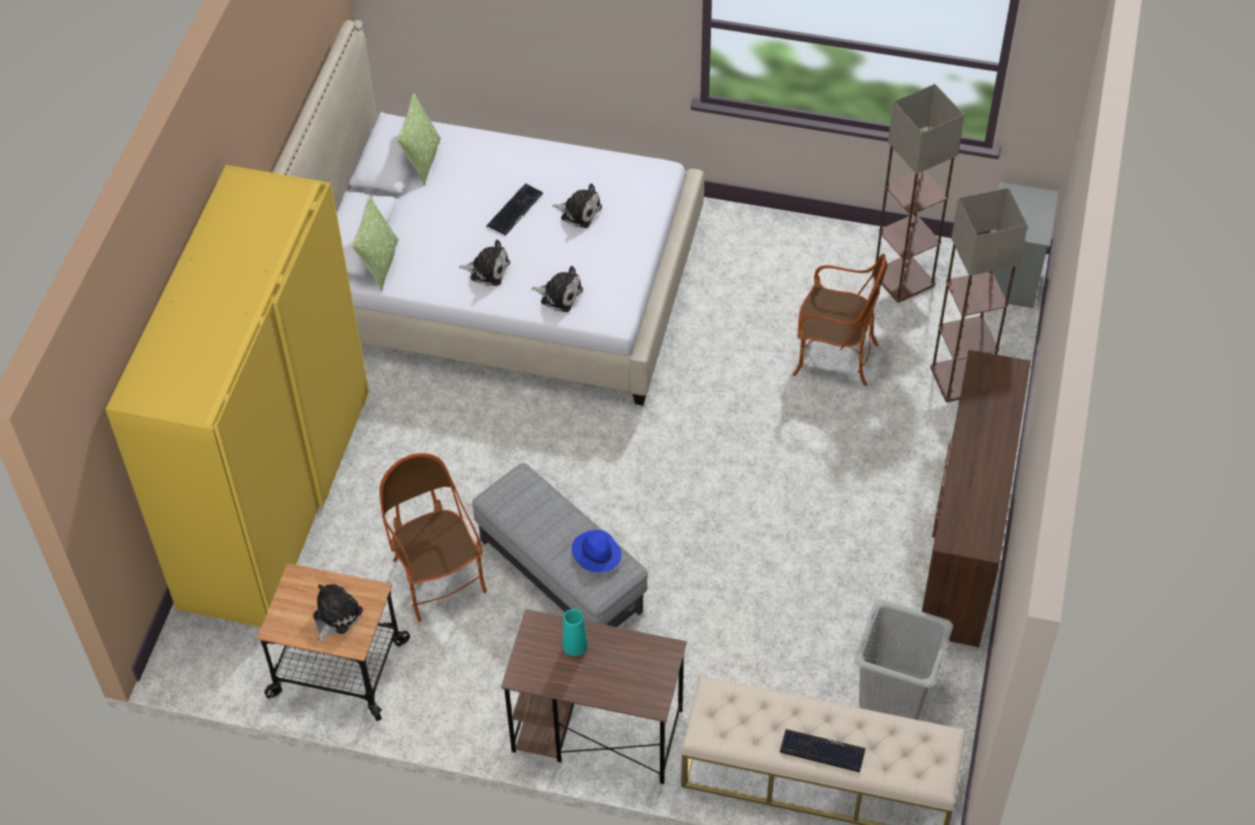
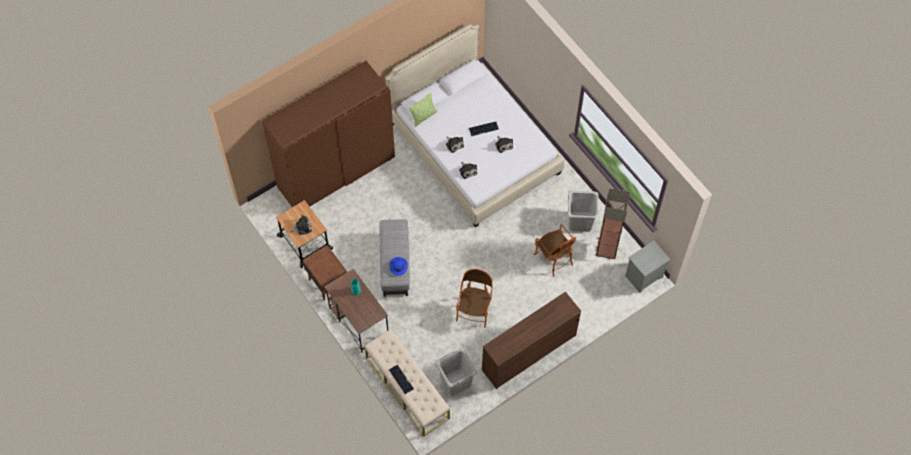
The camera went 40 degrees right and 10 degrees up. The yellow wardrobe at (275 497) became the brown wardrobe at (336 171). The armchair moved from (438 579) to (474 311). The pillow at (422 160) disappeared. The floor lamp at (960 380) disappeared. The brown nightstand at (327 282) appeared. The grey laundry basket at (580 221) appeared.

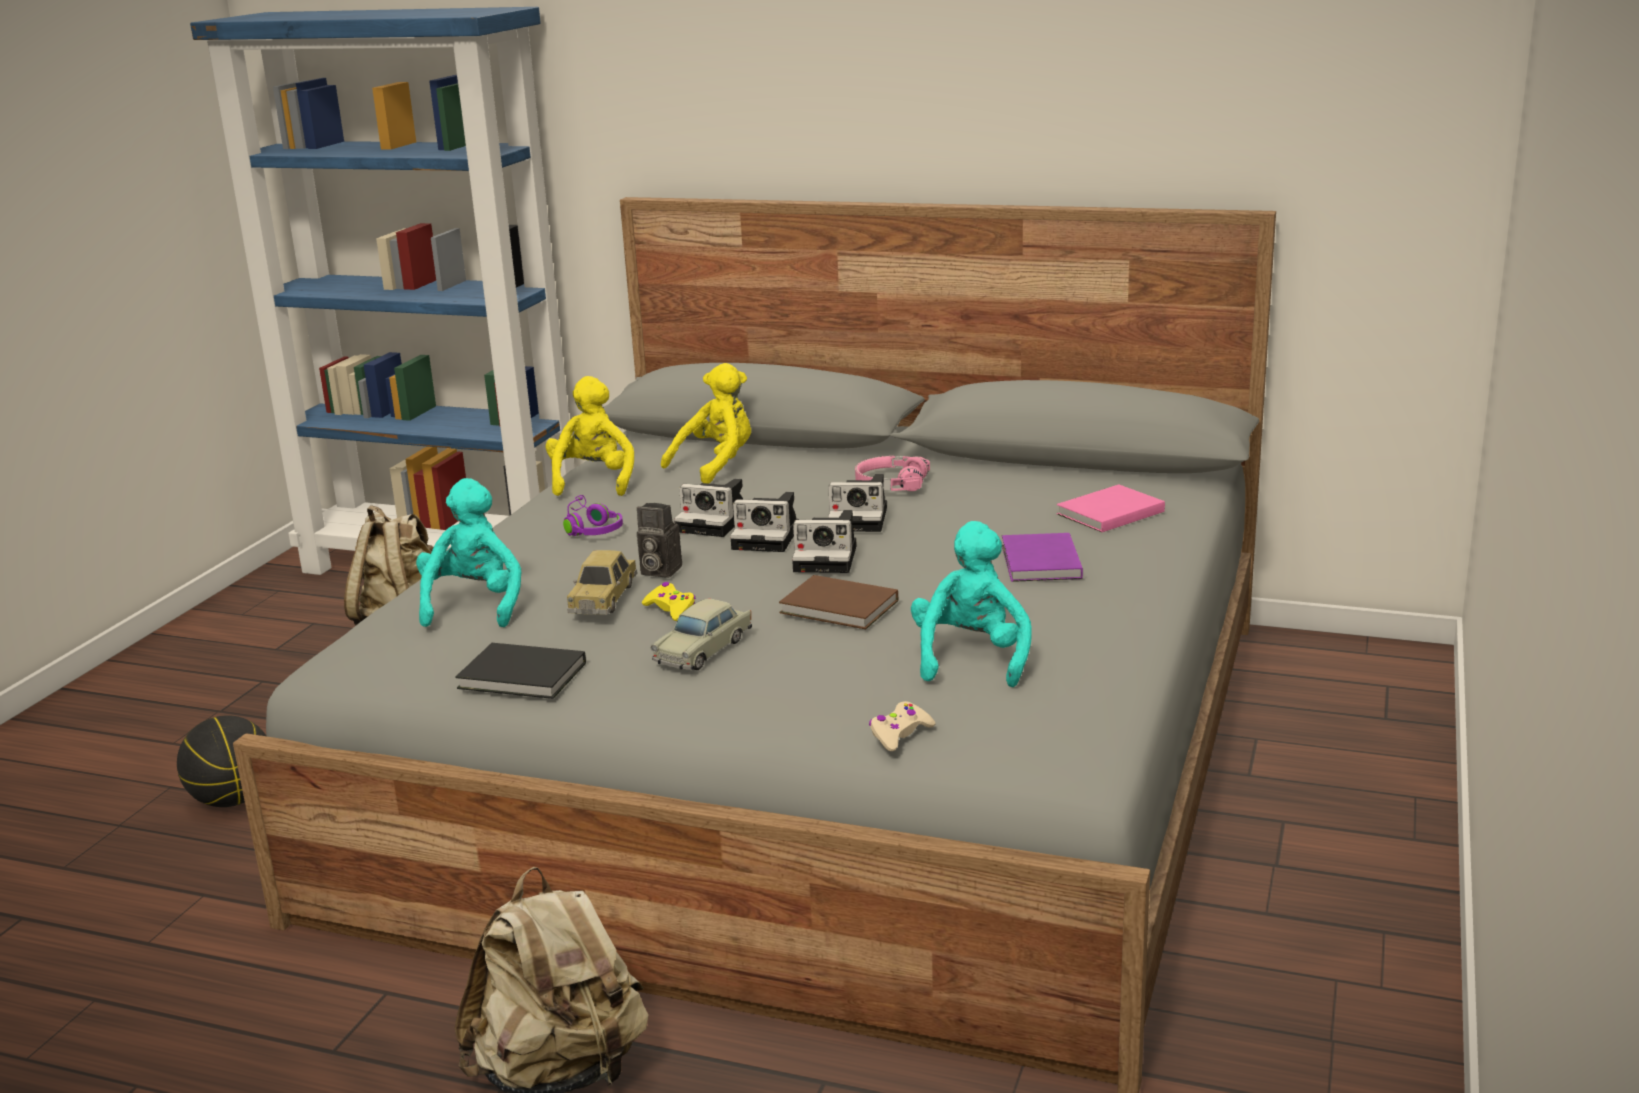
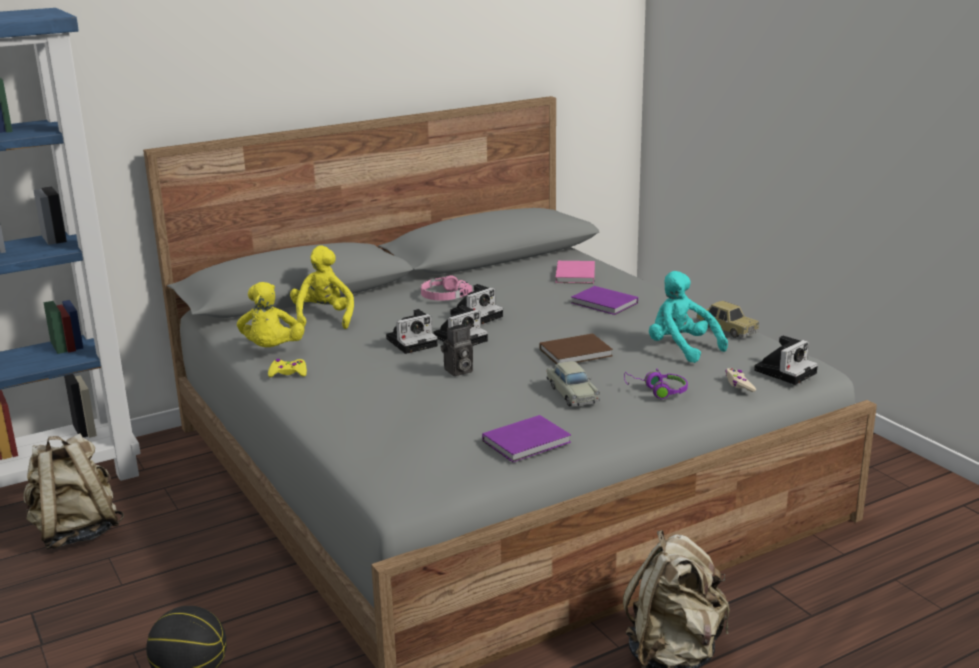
The camera went 50 degrees left and 0 degrees up. The turquoise plush toy at (474 605) disappeared. The black book at (524 677) became the purple book at (529 441). The yellow plush toy at (593 481) turned 135 degrees counterclockwise. The purple headphones moved from (591 529) to (657 391). The toy car moved from (603 598) to (726 329). The yellow game controller moved from (671 609) to (288 373). The photo camera moved from (828 558) to (785 371).

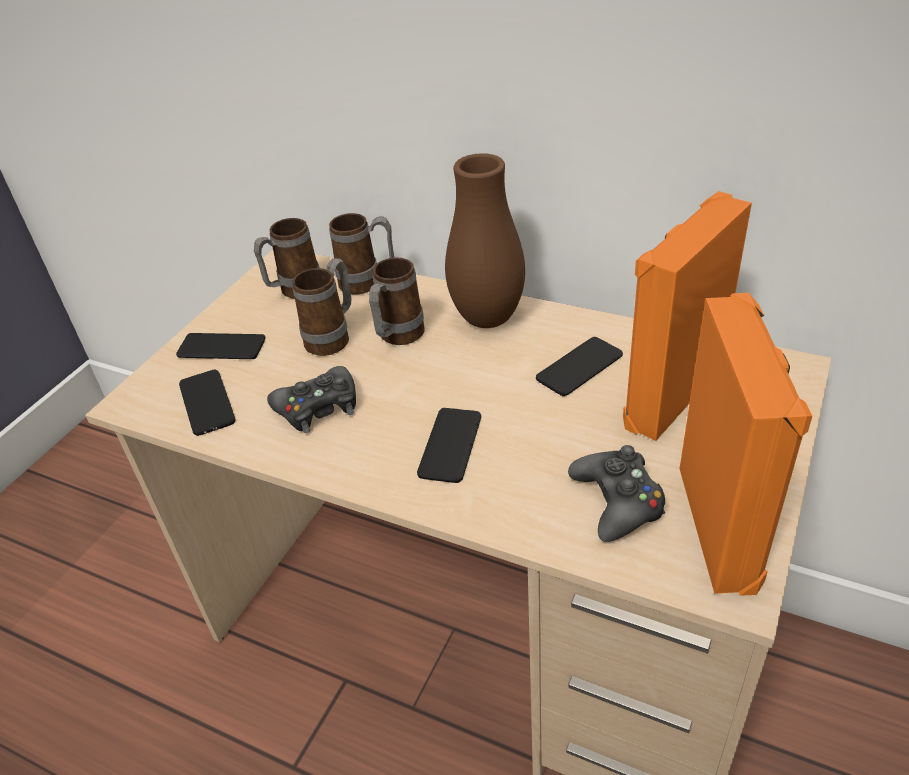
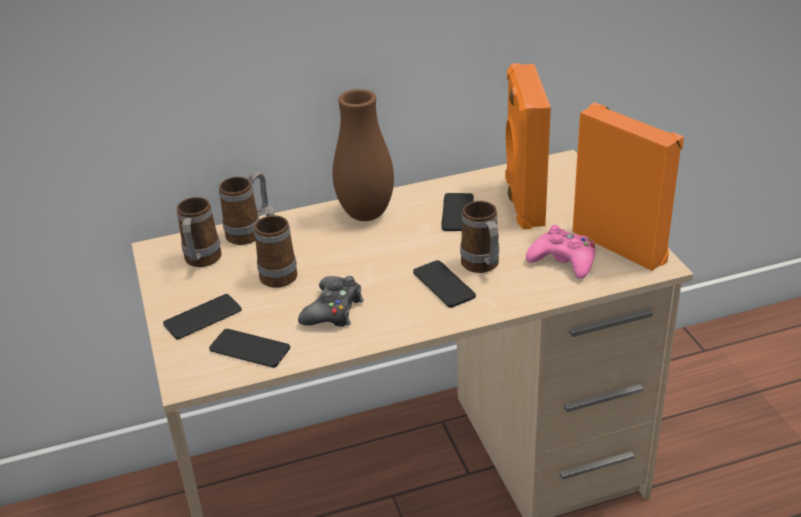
The camera went 45 degrees left and 5 degrees down. The mug moved from (397 338) to (482 267). The black game controller at (617 501) became the pink game controller at (563 261).

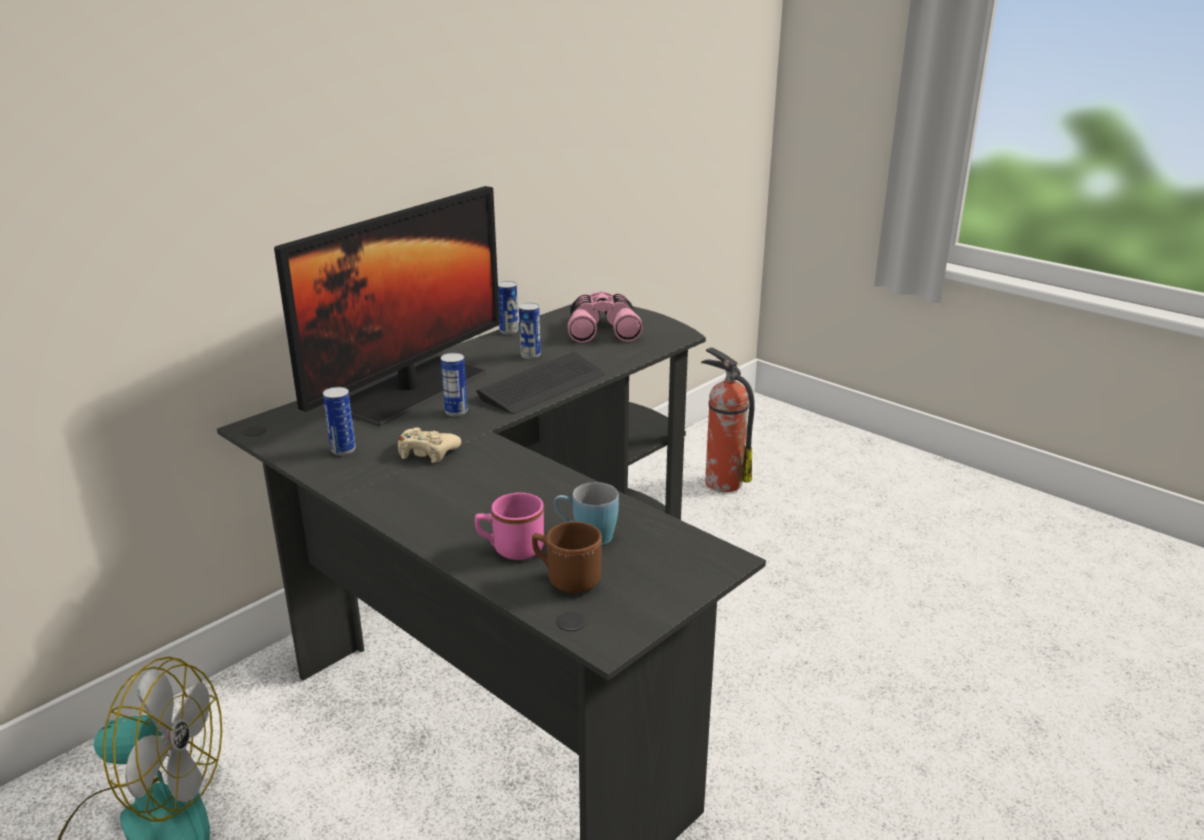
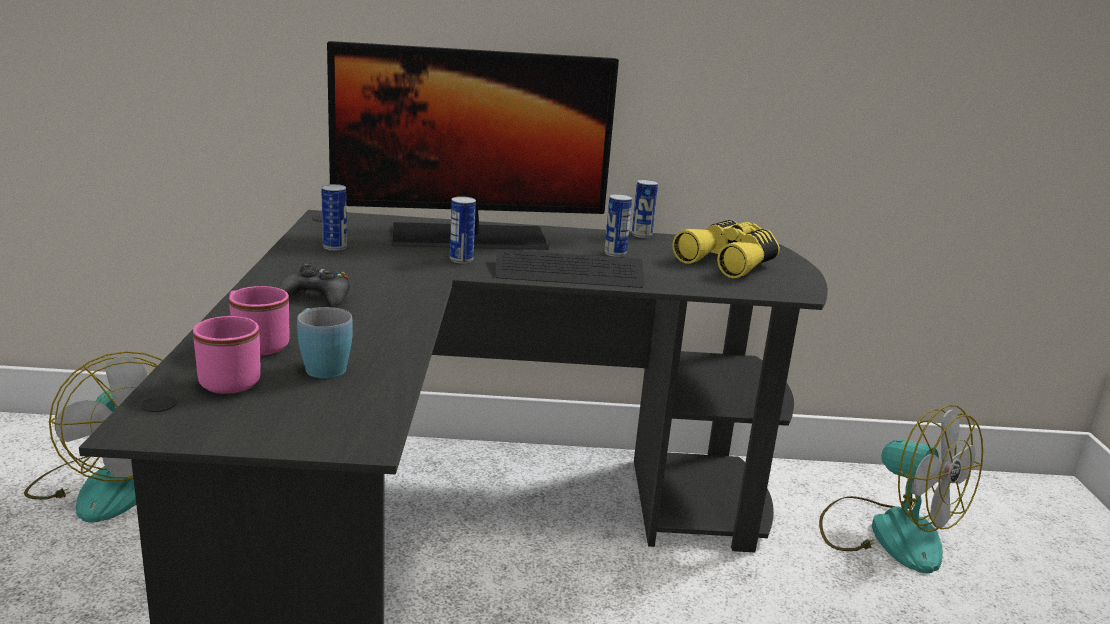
The camera went 45 degrees right and 5 degrees down. The beige game controller at (427 452) disappeared. The brown mug at (566 578) became the pink mug at (229 378). The pink binoculars at (603 329) became the yellow binoculars at (729 262). The fire extinguisher at (721 482) was replaced by the fan at (888 532). The black game controller at (318 297) appeared.

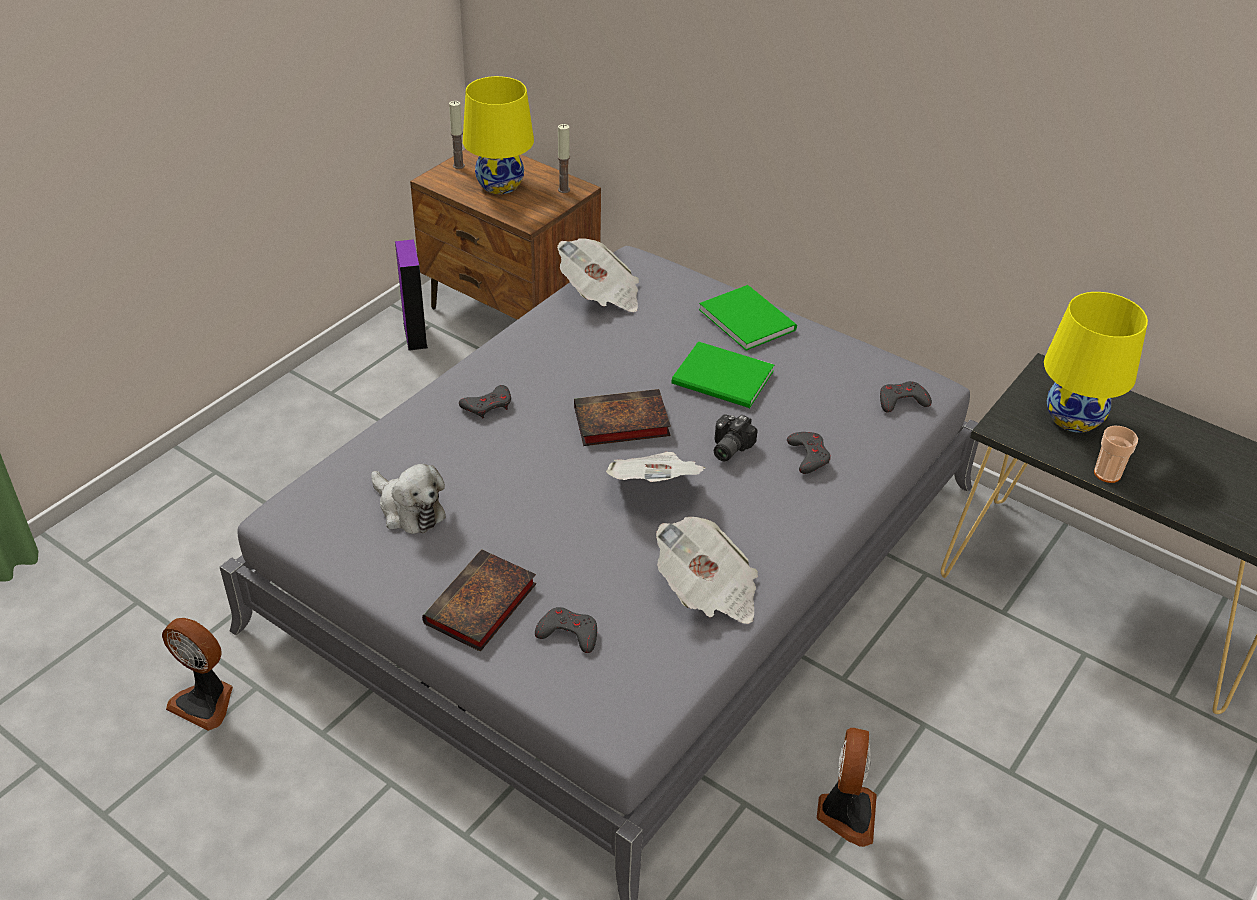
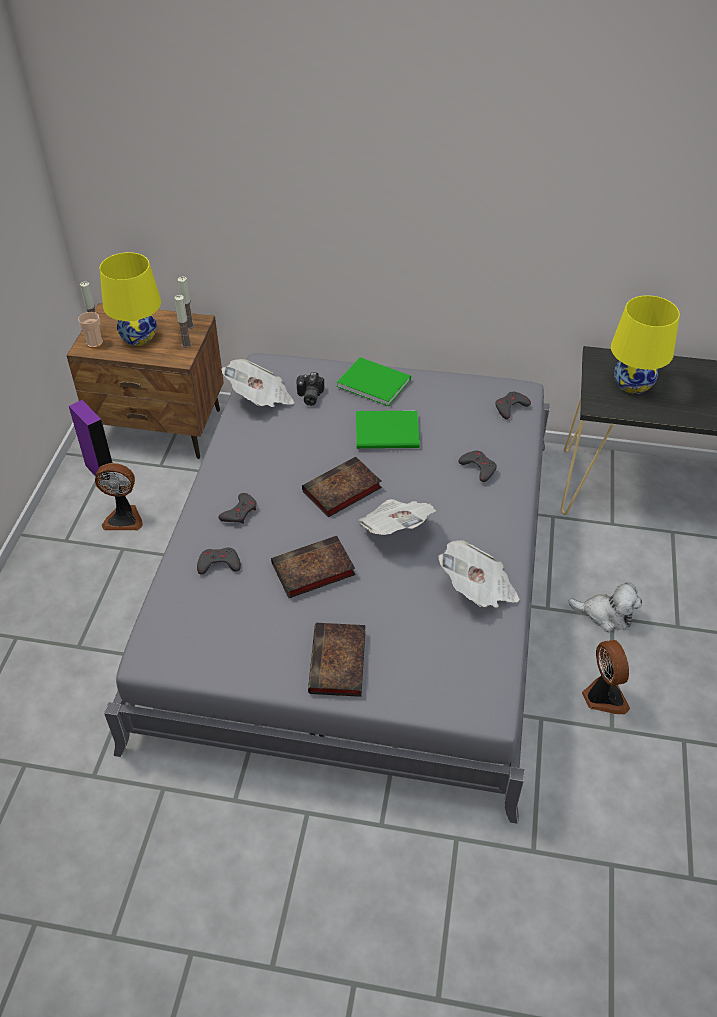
The camera went 25 degrees left and 5 degrees up. The fan moved from (205 701) to (124 518). The plush toy moved from (409 510) to (606 615). The grey game controller moved from (568 633) to (219 564). The photo camera moved from (727 447) to (308 396). The cup moved from (1107 474) to (94 343). The candle at (186 344) appeared. The book at (311 571) appeared.

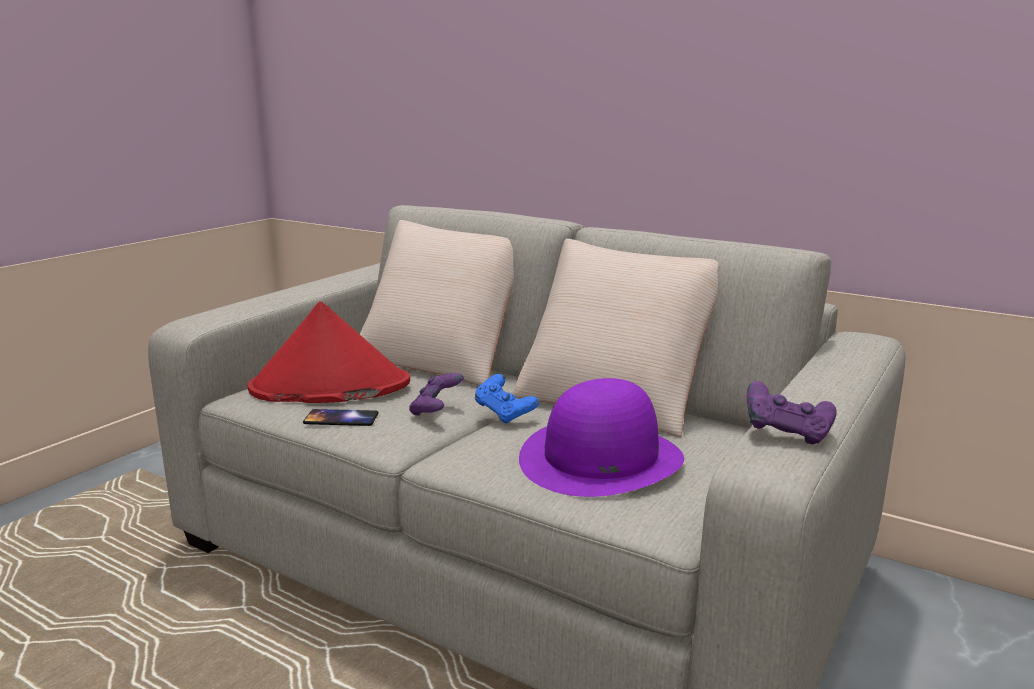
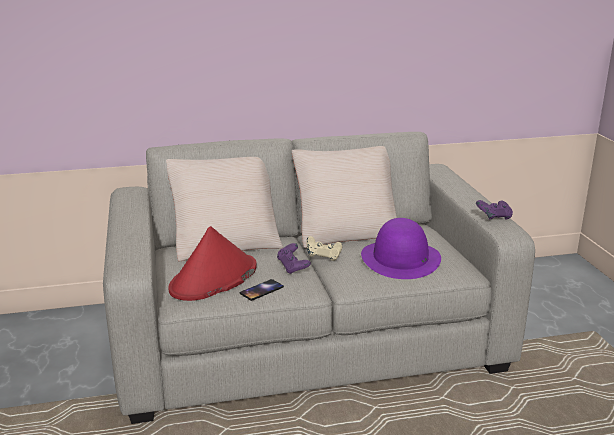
The camera went 45 degrees left and 5 degrees up. The blue game controller at (504 414) became the beige game controller at (323 257).

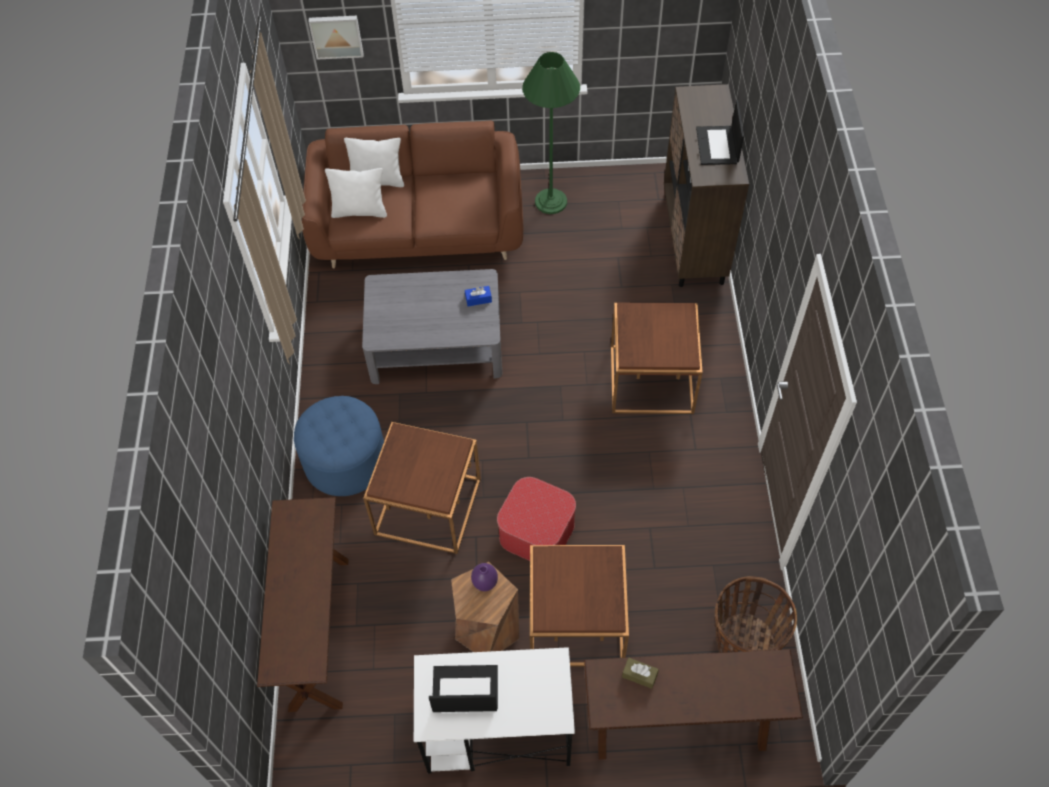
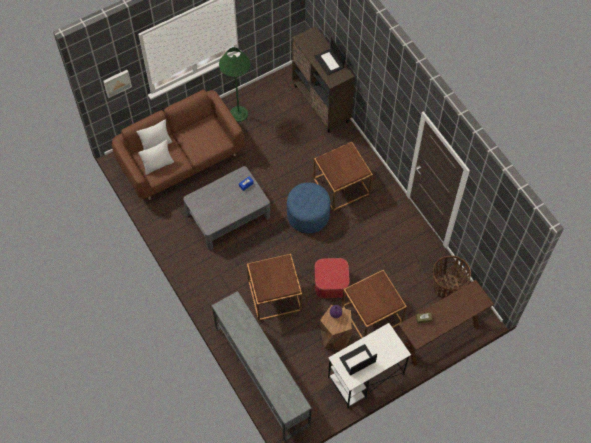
The camera went 30 degrees left and 5 degrees up. The brown console table at (319 632) was replaced by the grey tv stand at (262 375). The blue ottoman moved from (345 461) to (308 215).

